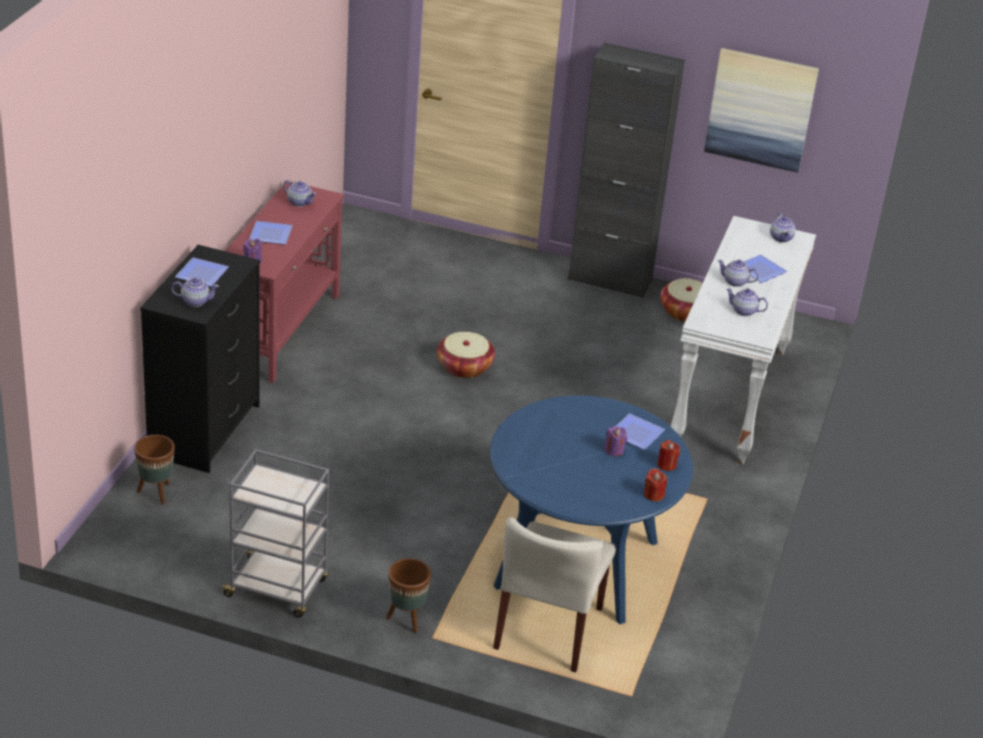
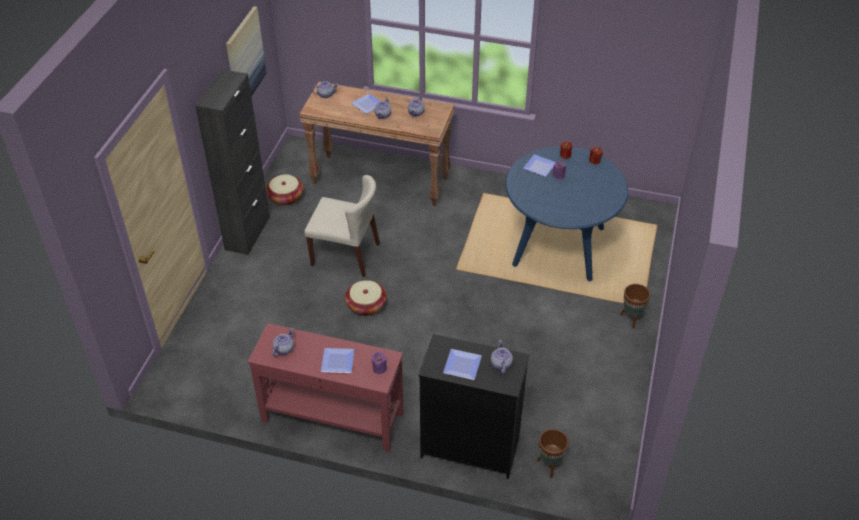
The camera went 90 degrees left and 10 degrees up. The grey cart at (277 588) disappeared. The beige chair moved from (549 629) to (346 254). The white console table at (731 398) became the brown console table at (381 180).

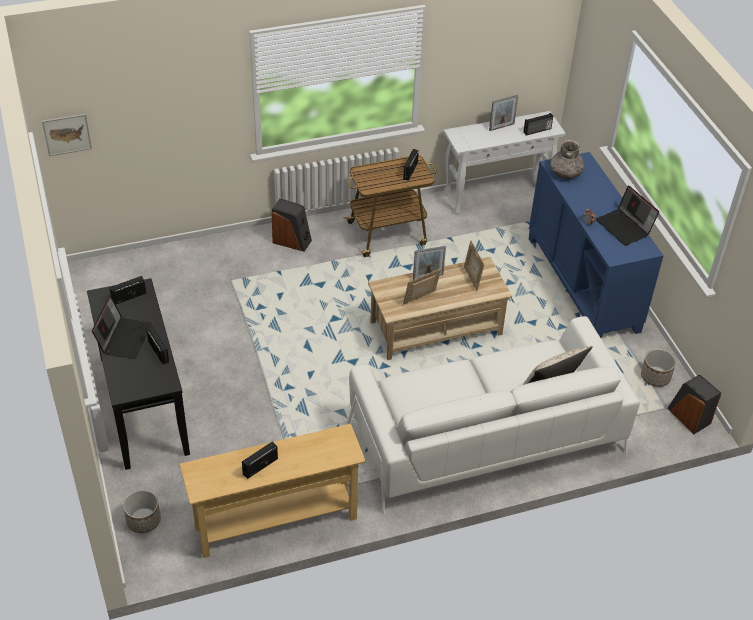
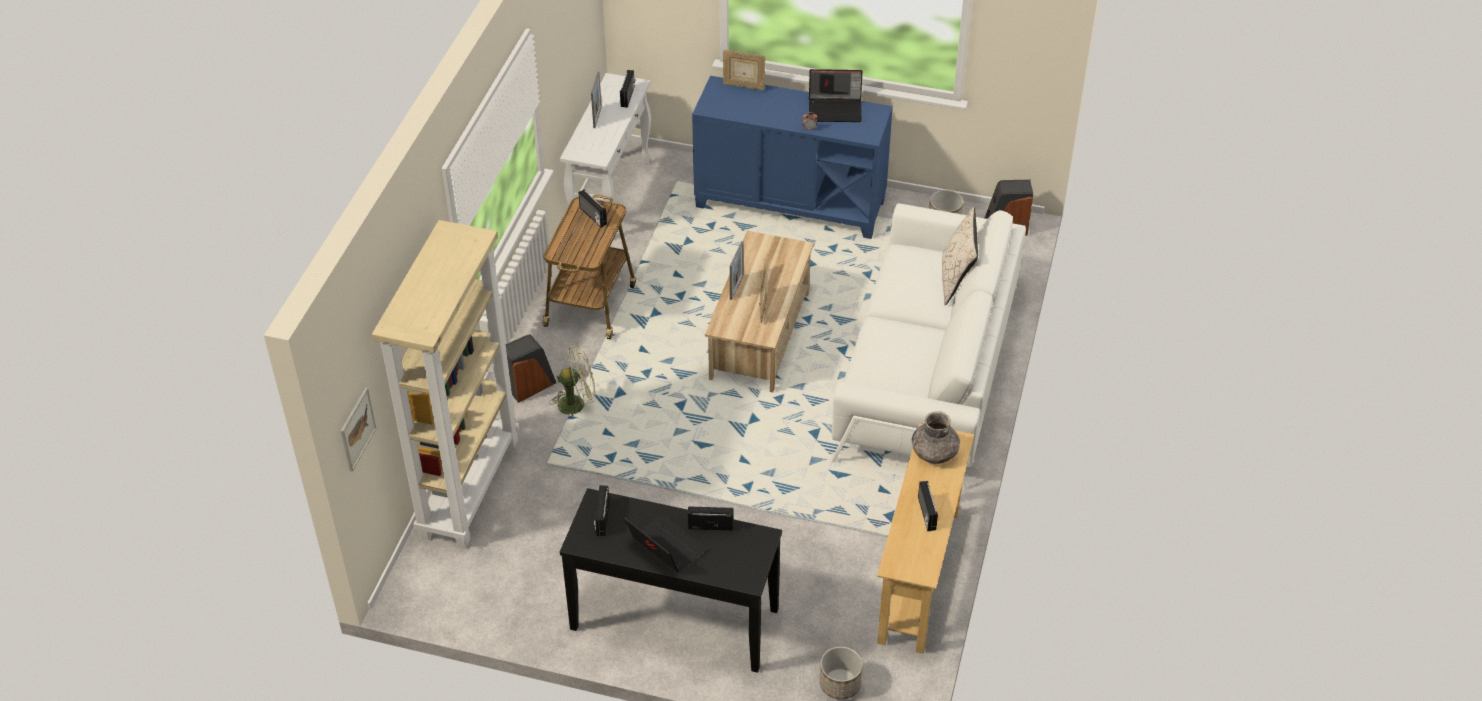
The camera went 55 degrees left and 0 degrees up. The picture frame moved from (472 278) to (743 86). The grey vase moved from (565 173) to (934 452). The beige bookcase at (469 486) appeared. The green fan at (577 403) appeared.

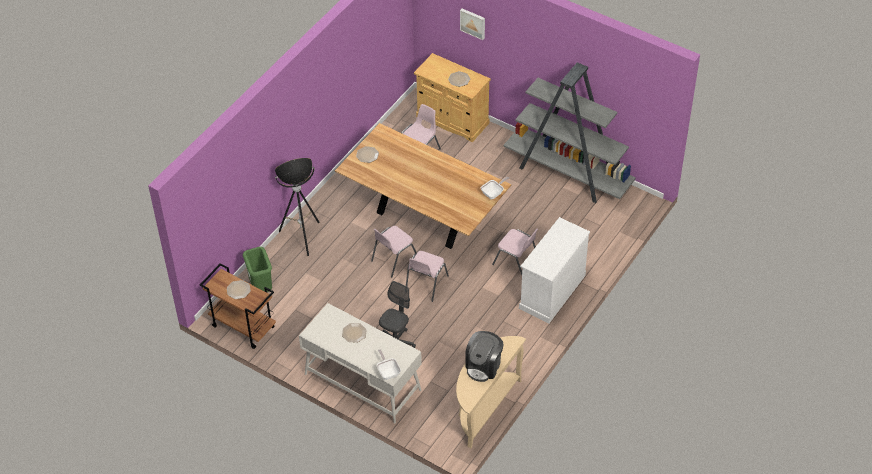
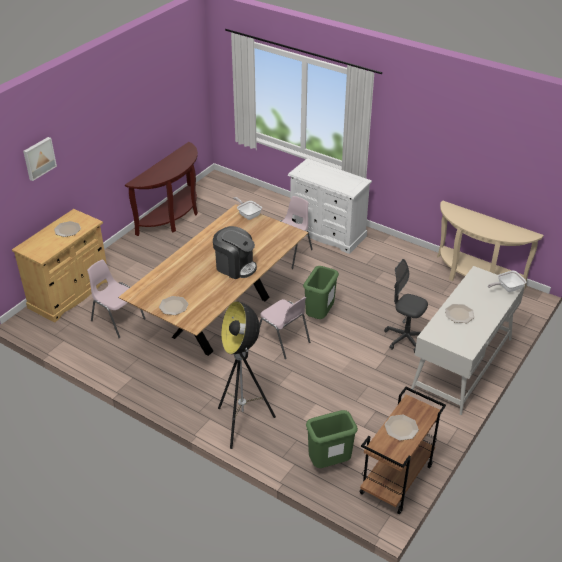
The camera went 90 degrees left and 10 degrees down. The pink chair at (425 284) was replaced by the green trash can at (320 316). The coffee machine moved from (483 366) to (235 266). The grey bookcase at (568 174) was replaced by the brown console table at (173 218).

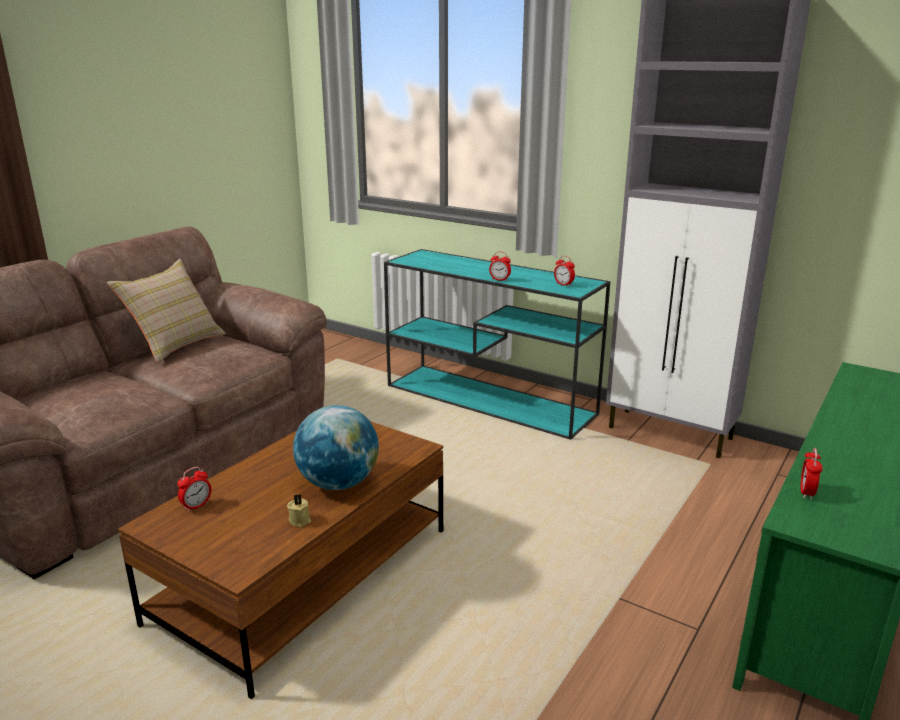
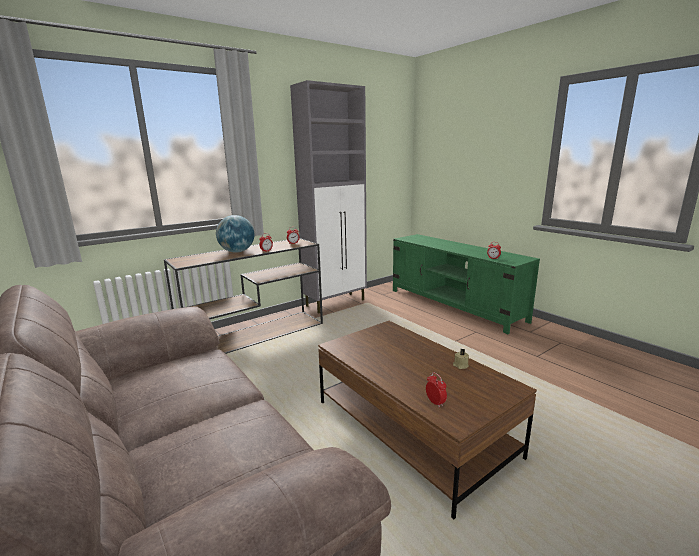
The camera went 70 degrees left and 5 degrees down. The beige pillow at (175 344) disappeared. The globe moved from (338 483) to (237 251). The turquoise console table at (491 400) became the brown console table at (256 334).

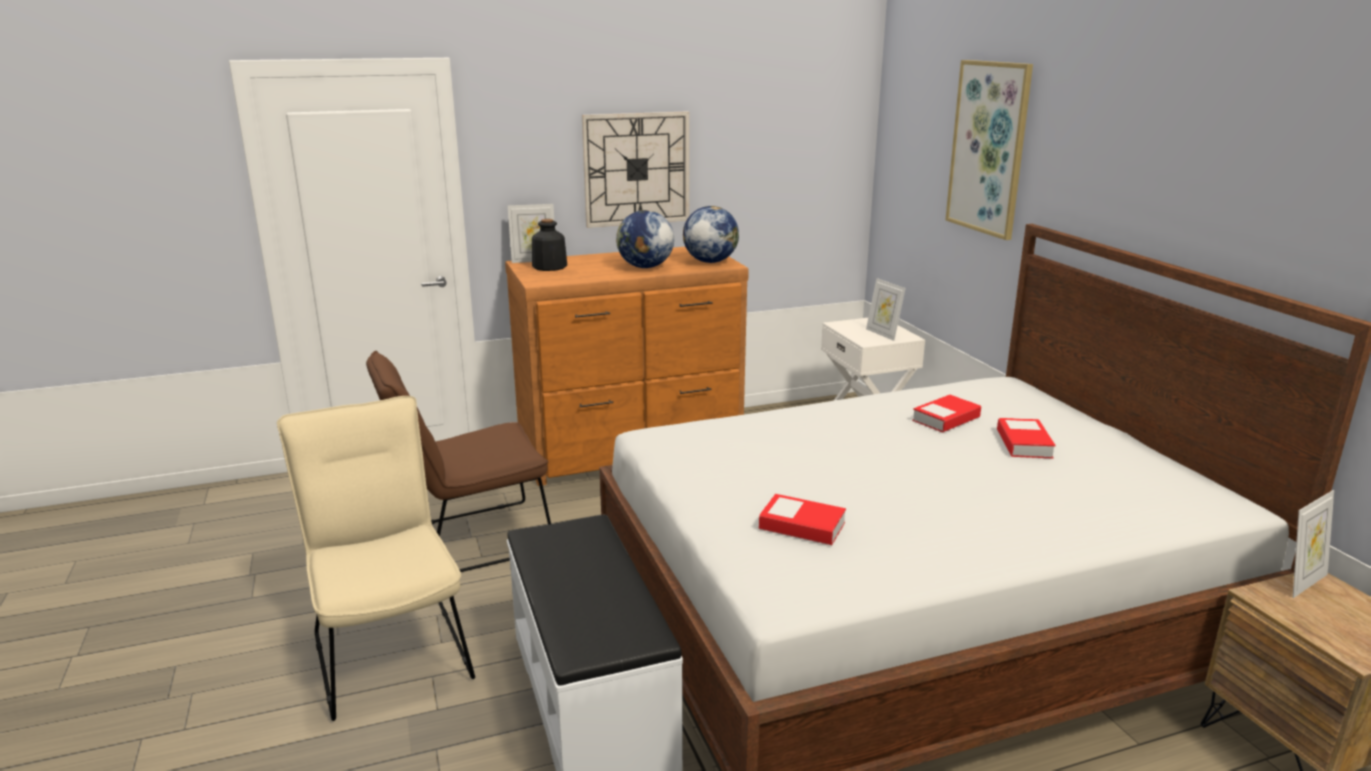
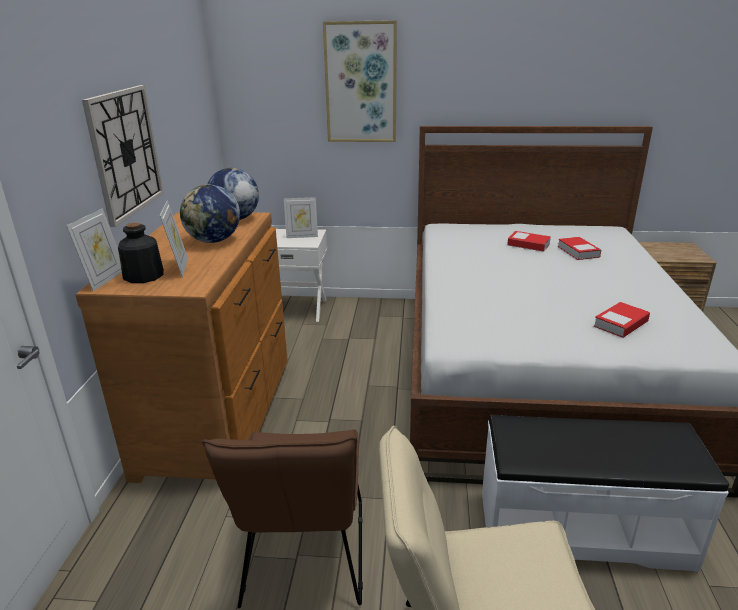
The camera went 65 degrees left and 5 degrees up. The book moved from (946 419) to (578 252). The picture frame moved from (1302 582) to (179 268).

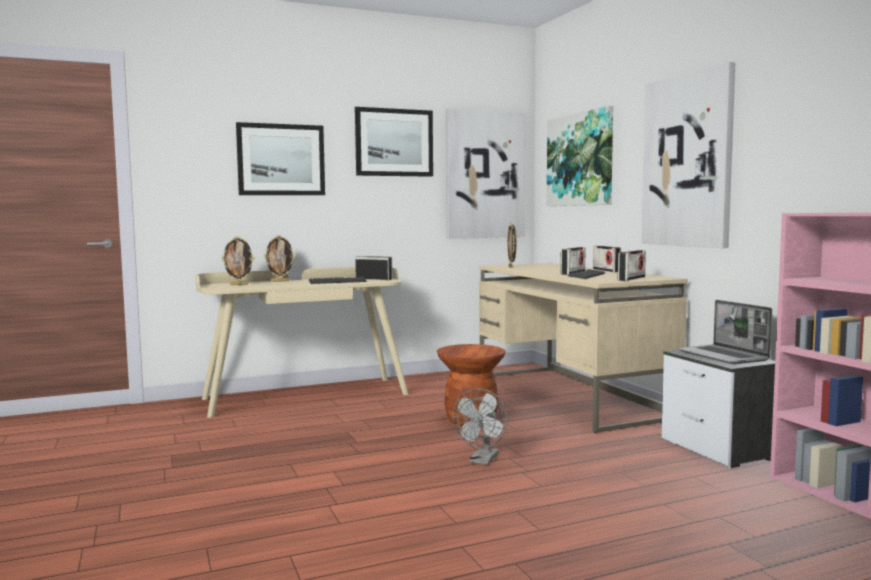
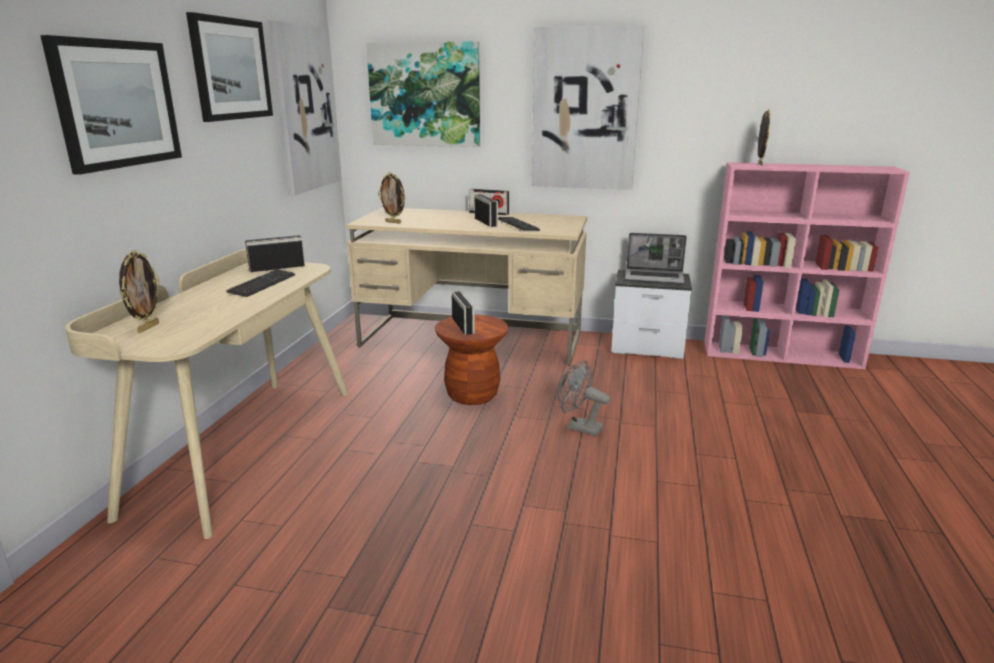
The camera went 55 degrees left and 15 degrees up. The picture frame moved from (280 281) to (759 164). The grey fan at (482 460) turned 150 degrees clockwise. The radio moved from (631 278) to (463 326).

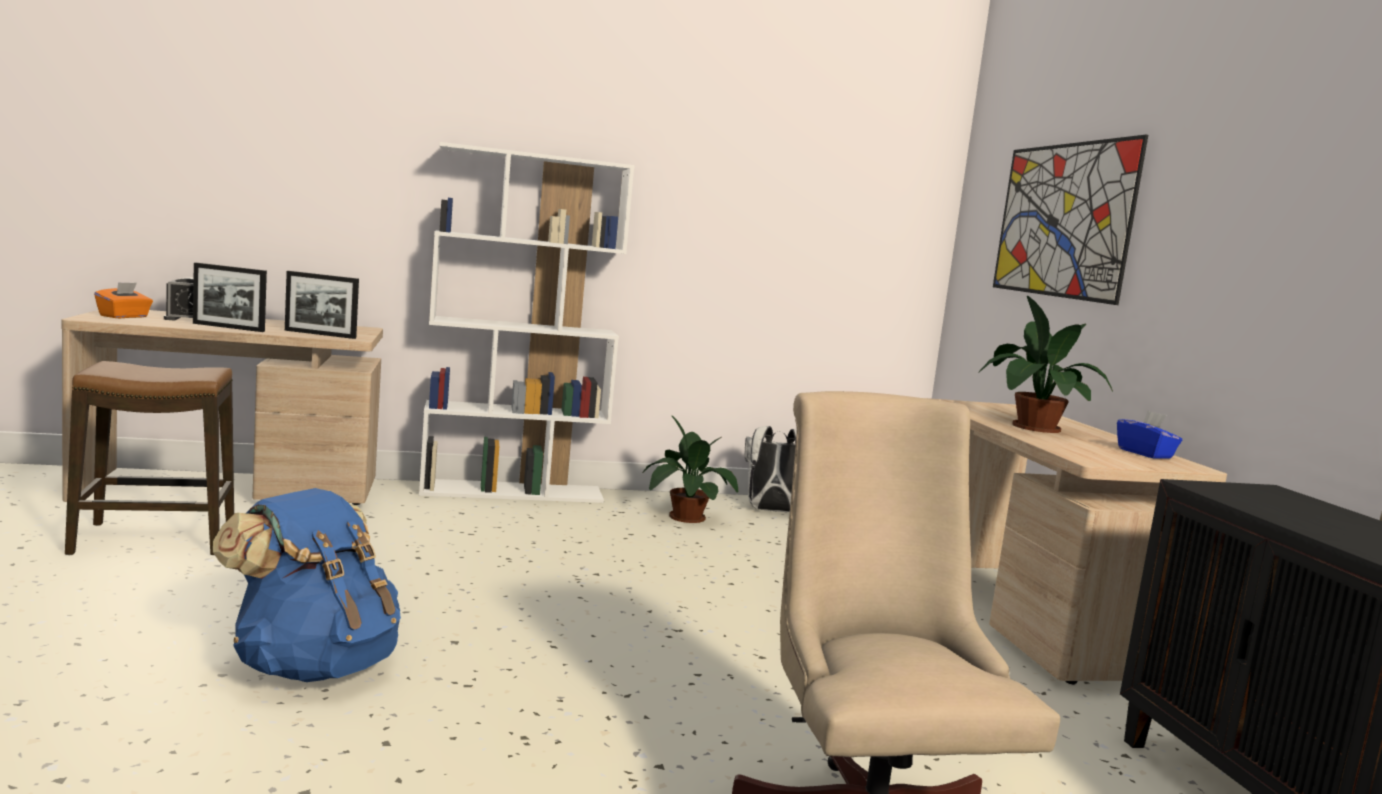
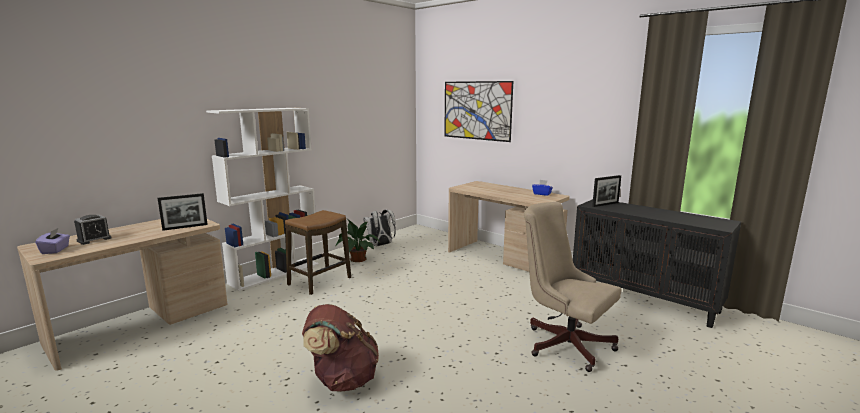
The camera went 35 degrees left and 5 degrees up. The stool moved from (154 540) to (319 281). The orange tissue box at (124 316) became the purple tissue box at (55 250). The picture frame moved from (228 327) to (605 204). The blue backpack at (313 665) became the brown backpack at (342 380). The potted plant at (1031 427) disappeared.

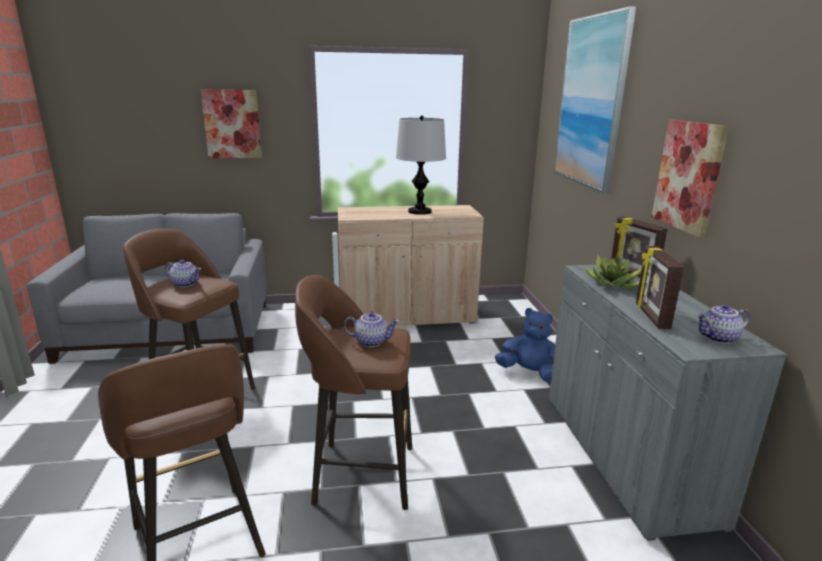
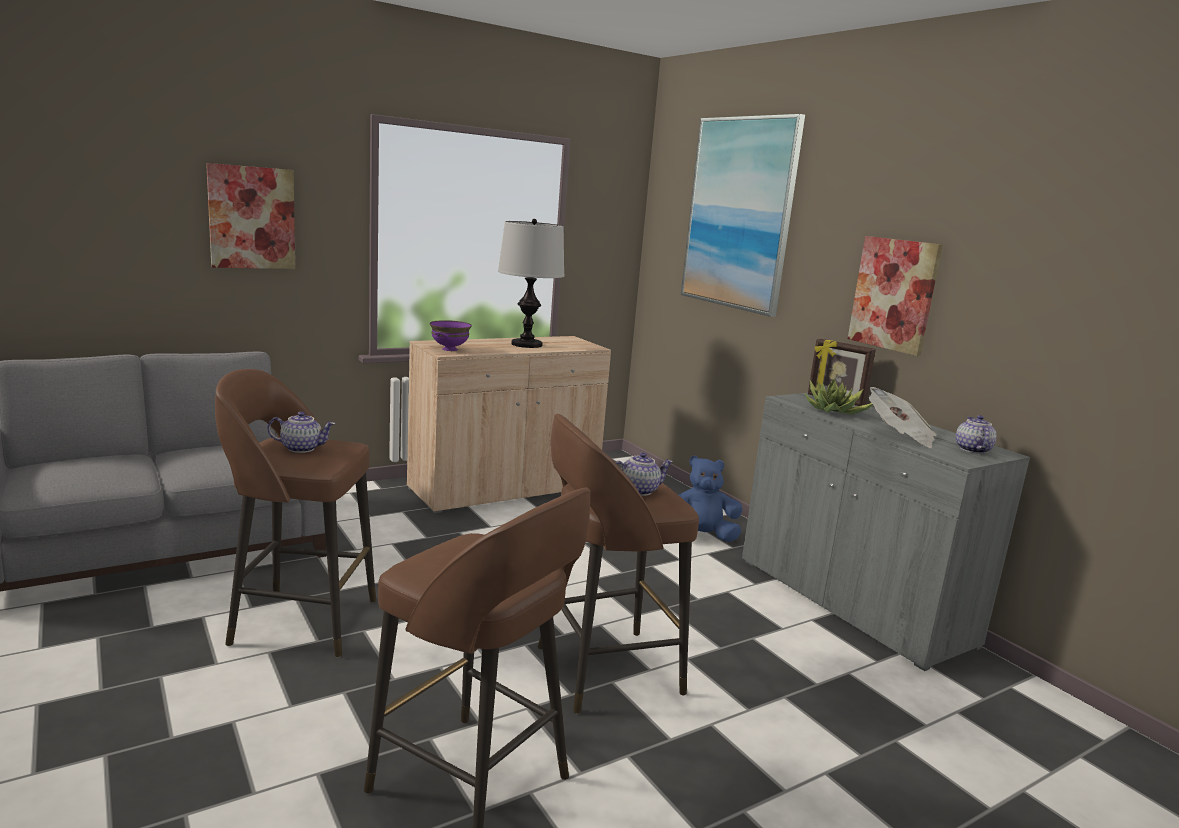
The camera went 25 degrees left and 5 degrees down. The picture frame at (651 316) was replaced by the newspaper at (899 436). The teapot at (718 338) turned 135 degrees clockwise. The purple bowl at (450 349) appeared.

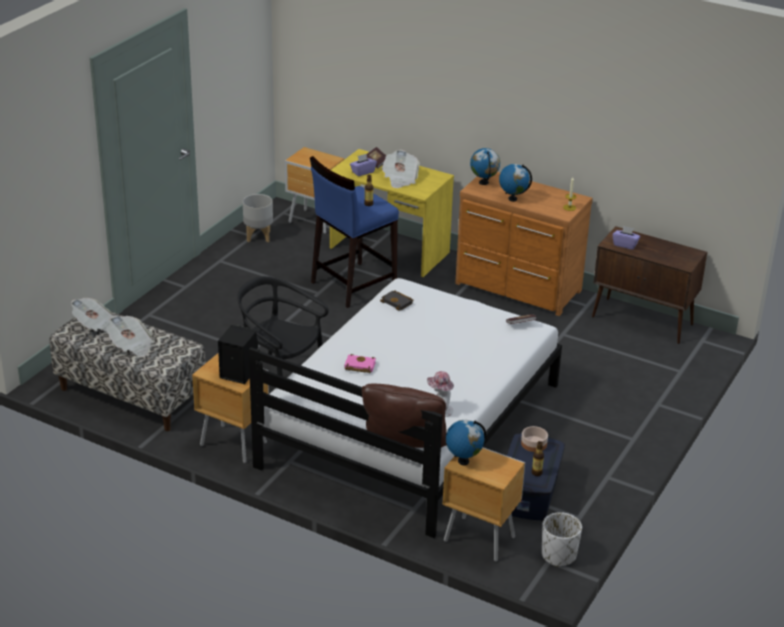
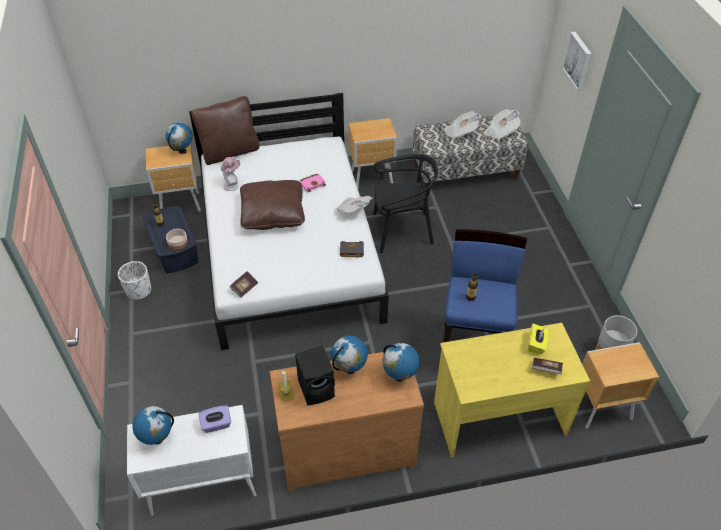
The camera went 140 degrees right and 15 degrees up. The black speaker moved from (237 372) to (317 388). The purple tissue box at (362 172) became the yellow tissue box at (536 344). The newspaper moved from (400 179) to (353 210). The white planter moved from (558 555) to (138 290). The brown cabinet at (643 321) became the white cabinet at (201 485). The globe at (157 438) appeared. The brown pillow at (273 214) appeared. The picture at (578 60) appeared.

